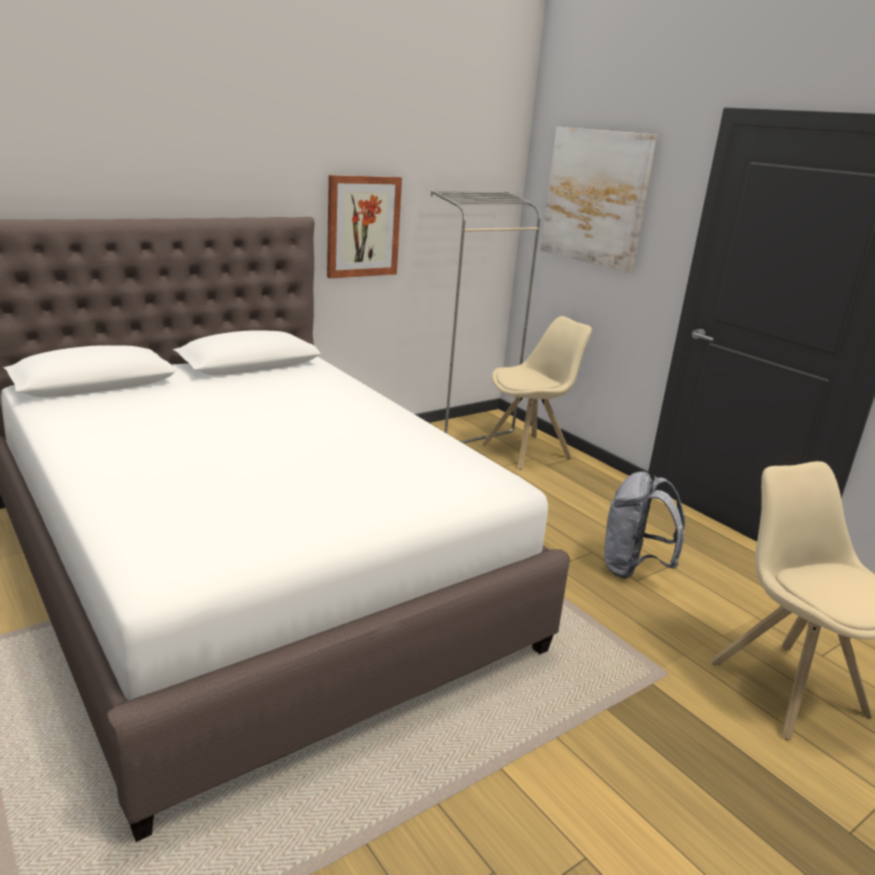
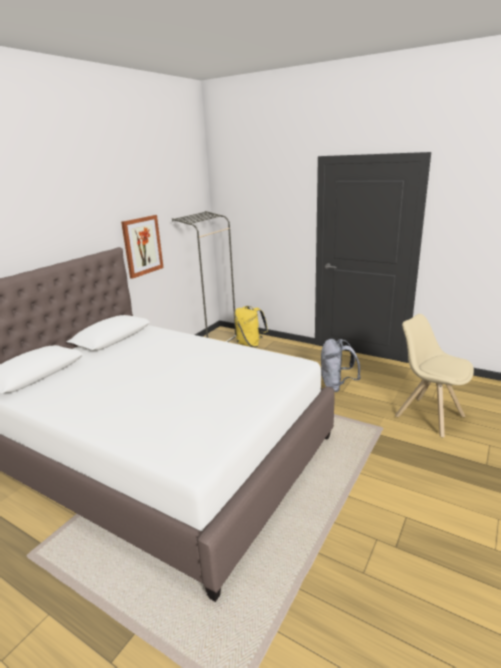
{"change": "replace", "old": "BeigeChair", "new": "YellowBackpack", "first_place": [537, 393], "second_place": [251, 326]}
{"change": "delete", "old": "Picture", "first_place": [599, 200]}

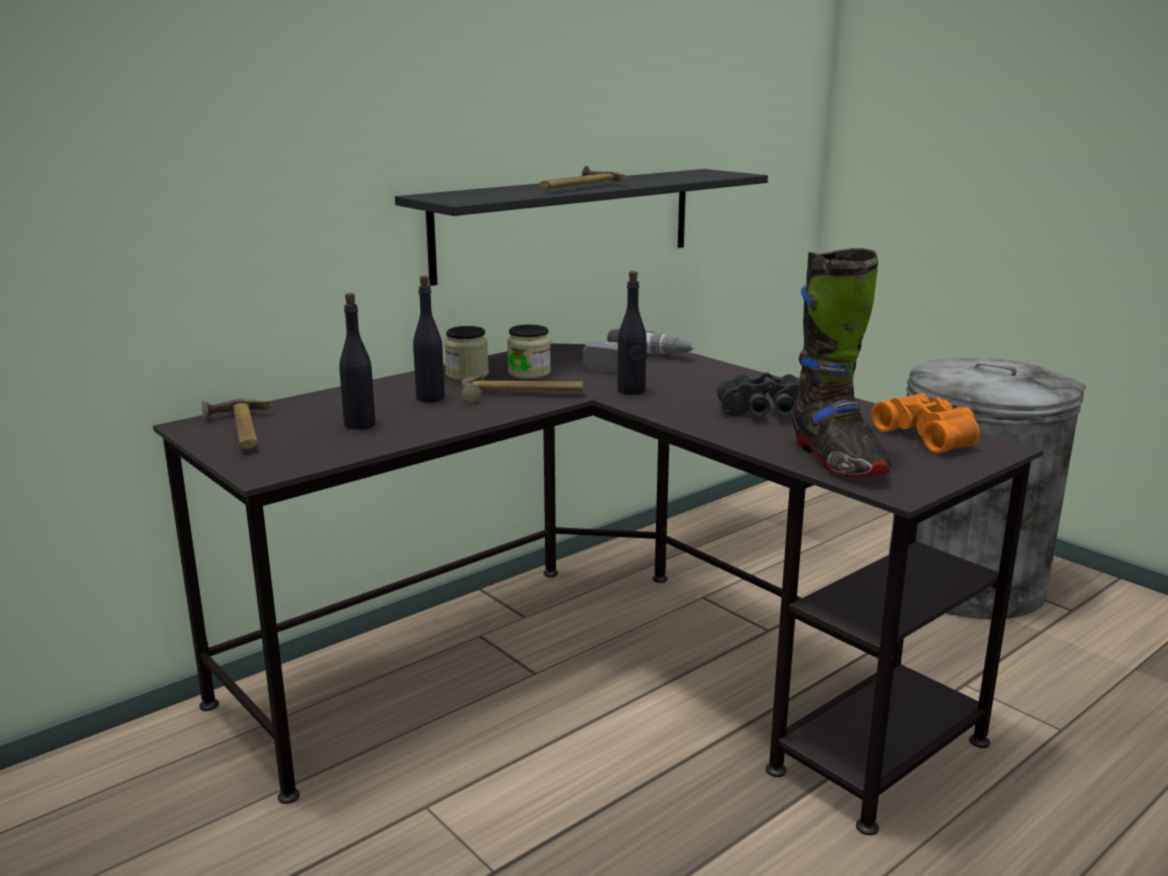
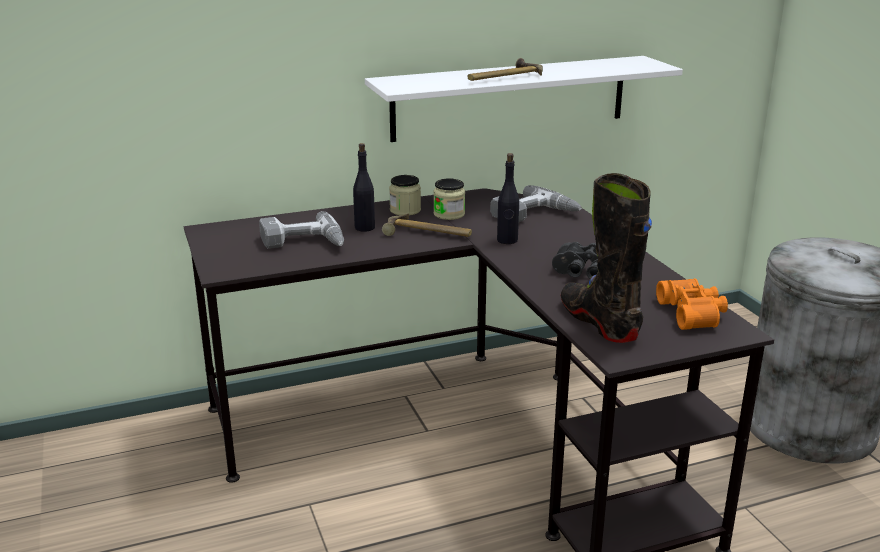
{"change": "delete", "old": "Hammer", "first_place": [236, 423]}
{"change": "replace", "old": "BlackBottle", "new": "PowerDrill", "first_place": [357, 361], "second_place": [301, 230]}
{"change": "recolor", "old": "BlackShelf", "new": "WhiteShelf", "first_place": [581, 227], "second_place": [524, 99]}
{"change": "rotate", "old": "BlackBoot", "first_place": [841, 362], "second_place": [606, 258], "degrees": 150}

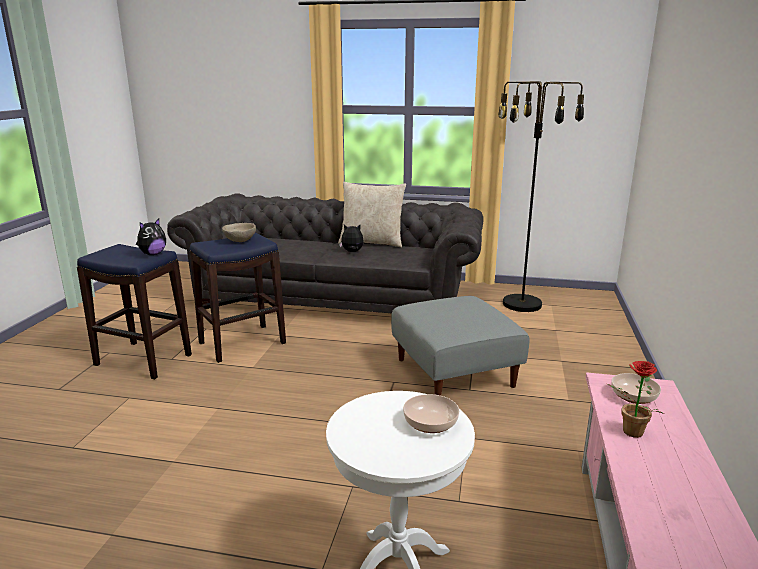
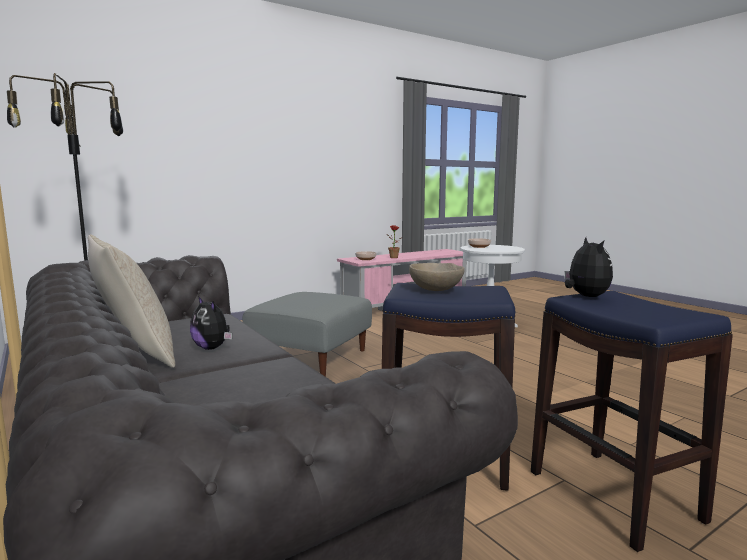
{"change": "rotate", "old": "PlushToy", "first_place": [151, 237], "second_place": [588, 267], "degrees": 90}

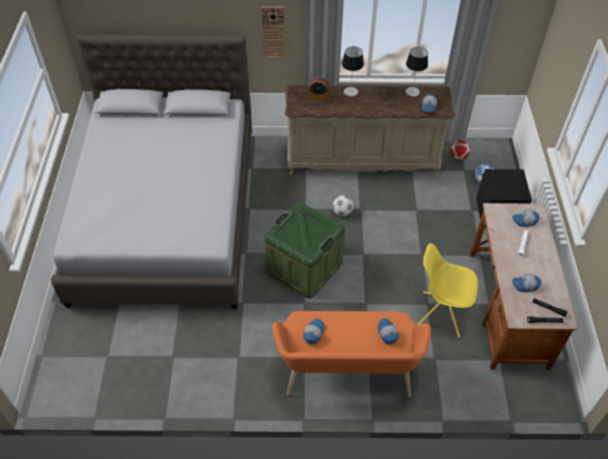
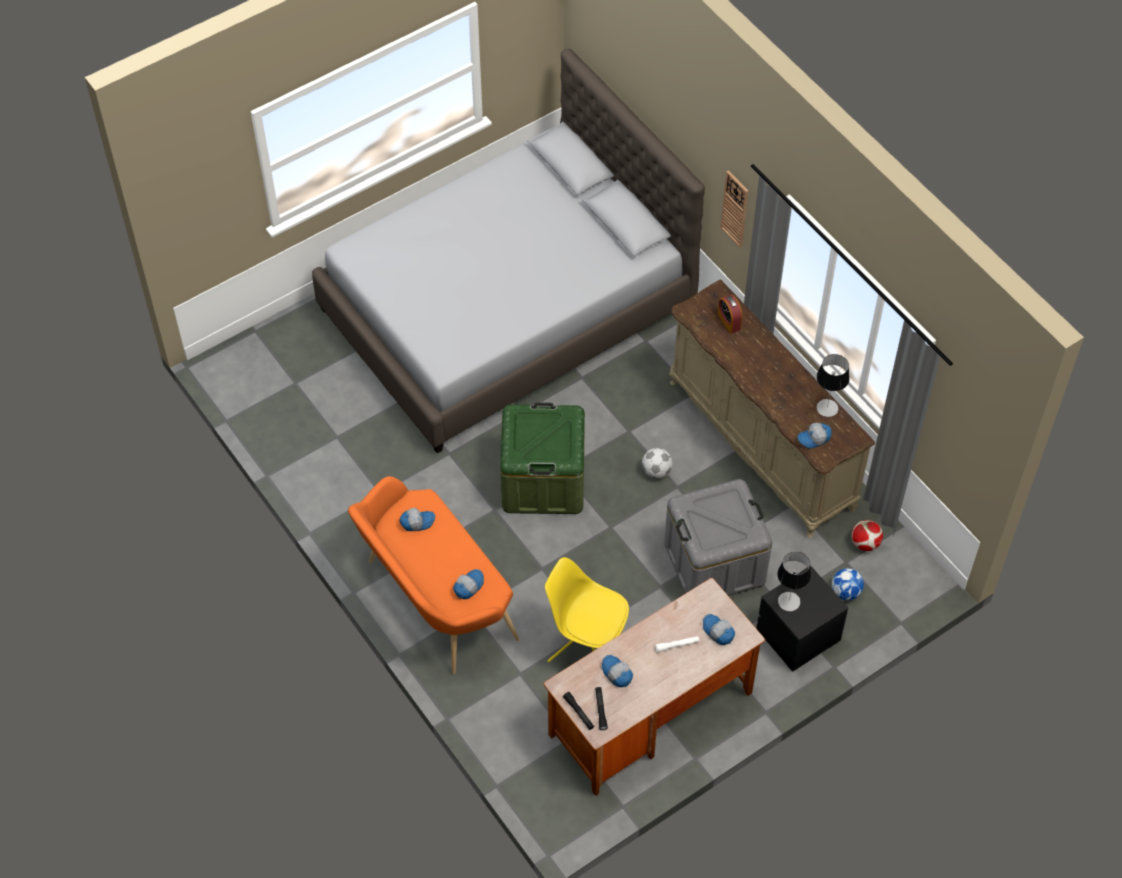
{"change": "move", "old": "TableLamp", "first_place": [353, 71], "second_place": [794, 581]}
{"change": "rotate", "old": "YellowChair", "first_place": [447, 290], "second_place": [587, 609], "degrees": -45}
{"change": "insert", "new": "GreyStorageBox", "second_place": [718, 537]}

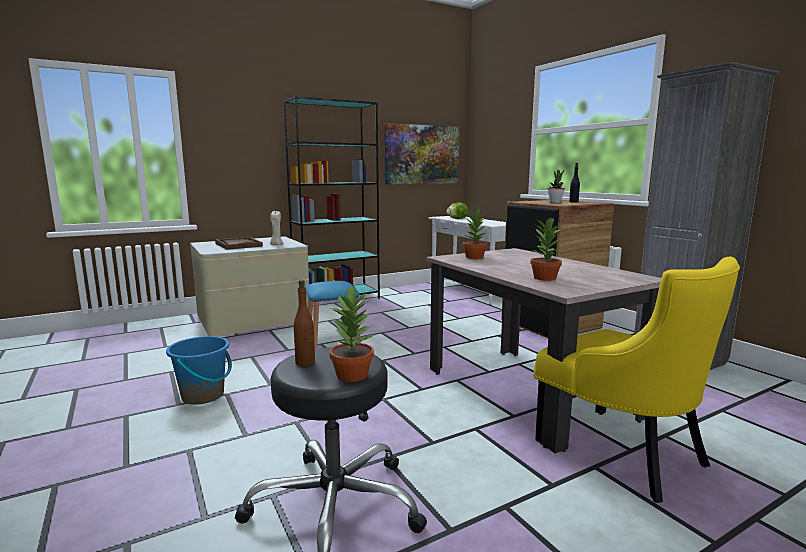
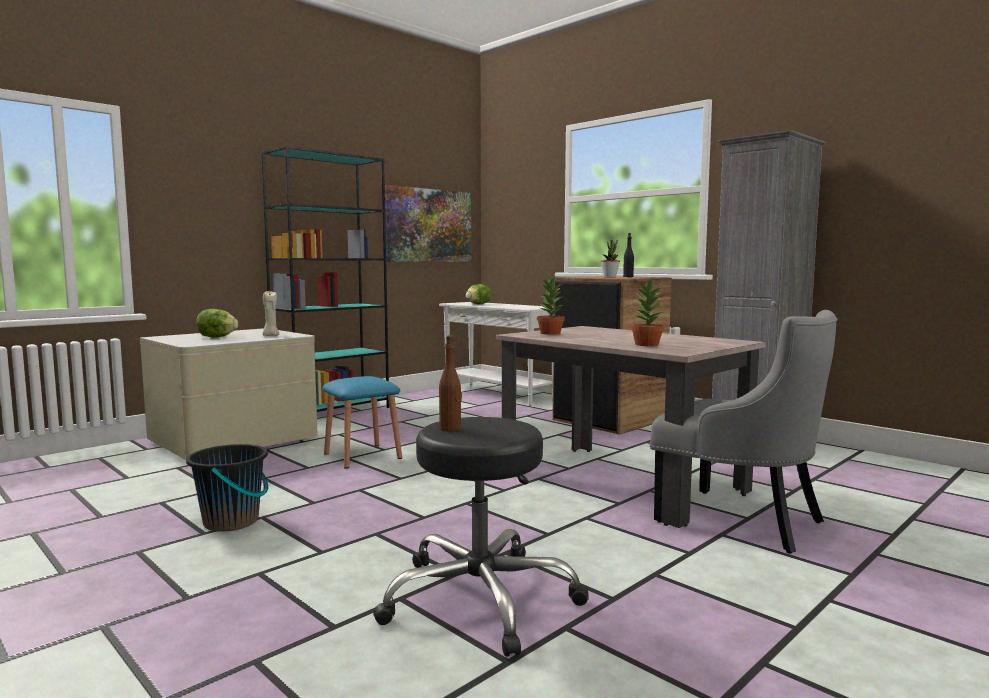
{"change": "recolor", "old": "BlueBucket", "new": "BlackBucket", "first_place": [199, 370], "second_place": [227, 488]}
{"change": "replace", "old": "BrownTray", "new": "Lettuce", "first_place": [239, 243], "second_place": [217, 323]}
{"change": "delete", "old": "PottedPlant", "first_place": [351, 333]}
{"change": "recolor", "old": "YellowChair", "new": "GreyChair", "first_place": [636, 380], "second_place": [743, 432]}

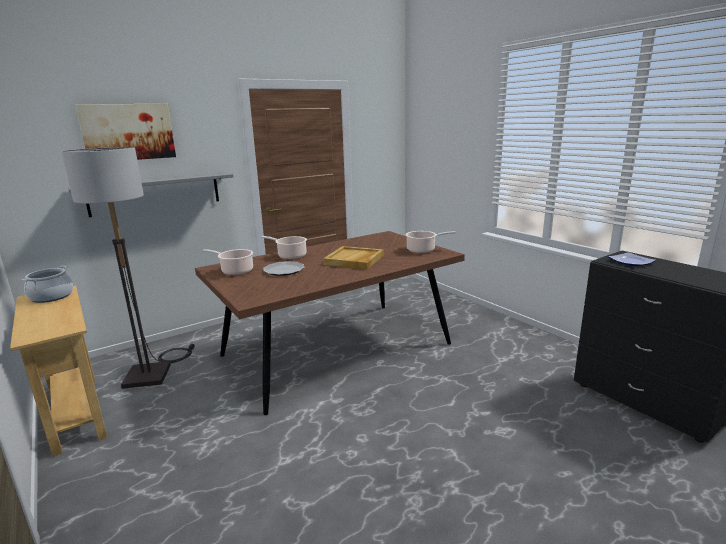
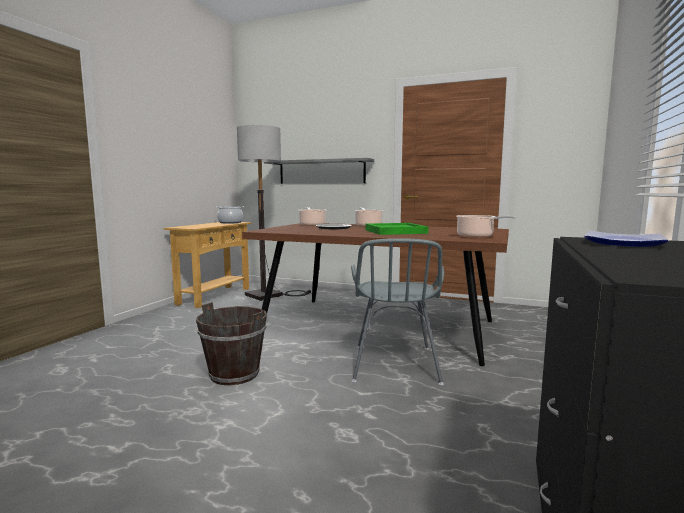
{"change": "delete", "old": "Picture", "first_place": [126, 132]}
{"change": "recolor", "old": "BeigeTray", "new": "GreenTray", "first_place": [353, 257], "second_place": [396, 229]}
{"change": "insert", "new": "BrownBucket", "second_place": [231, 343]}
{"change": "insert", "new": "GreyChair", "second_place": [397, 312]}

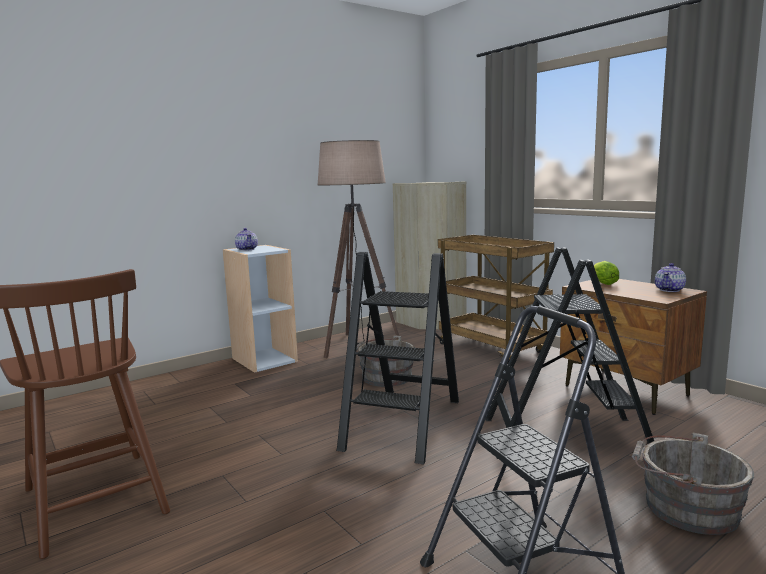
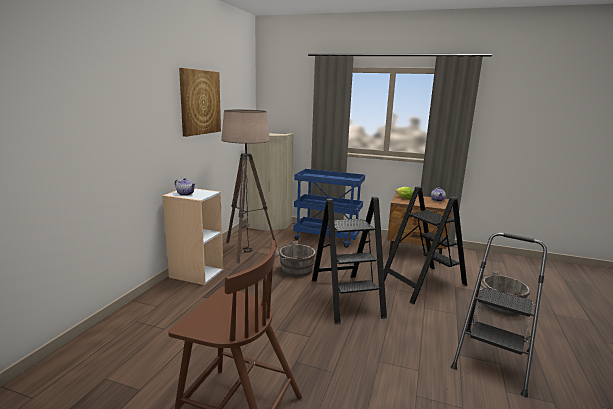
{"change": "recolor", "old": "BrownCart", "new": "BlueCart", "first_place": [496, 299], "second_place": [329, 208]}
{"change": "insert", "new": "Picture", "second_place": [200, 102]}

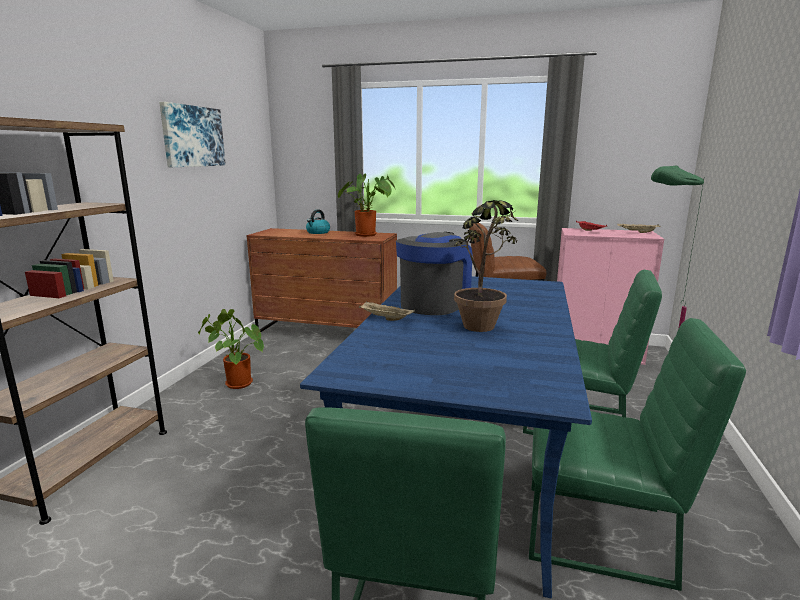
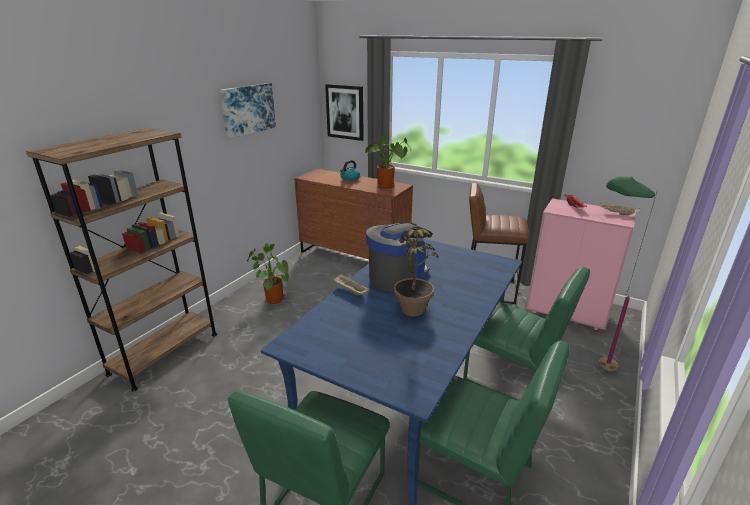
{"change": "insert", "new": "Picture", "second_place": [344, 112]}

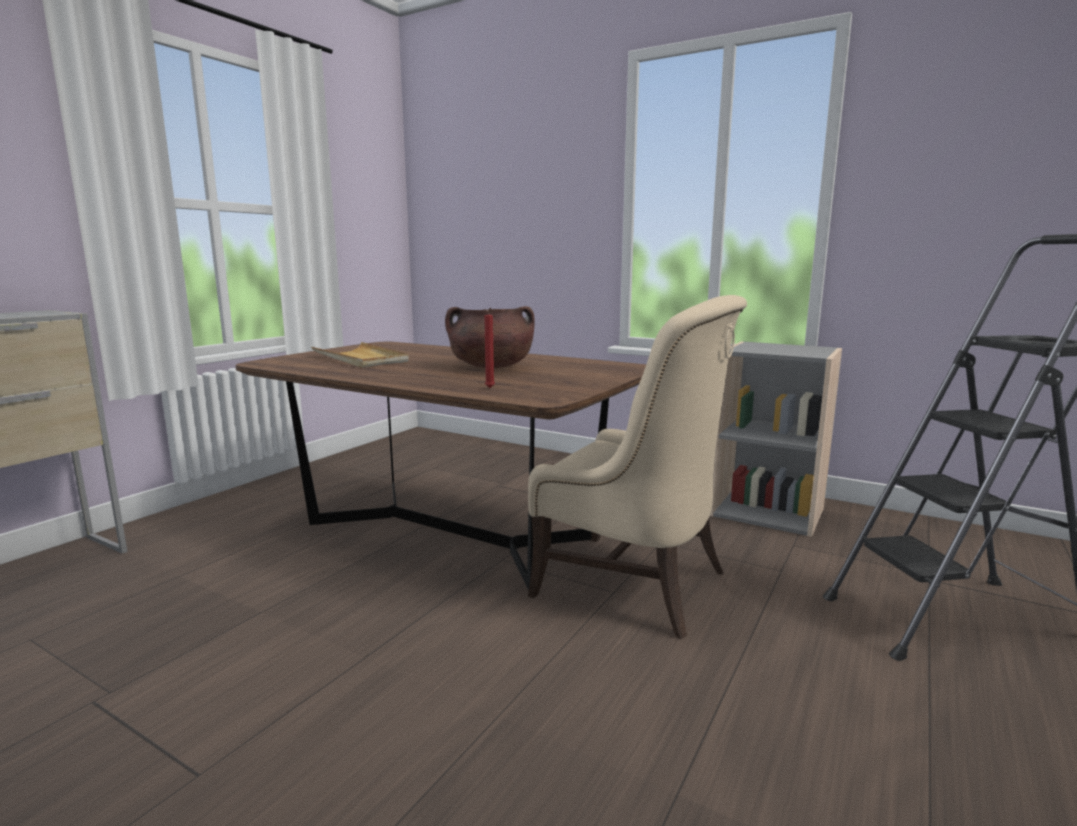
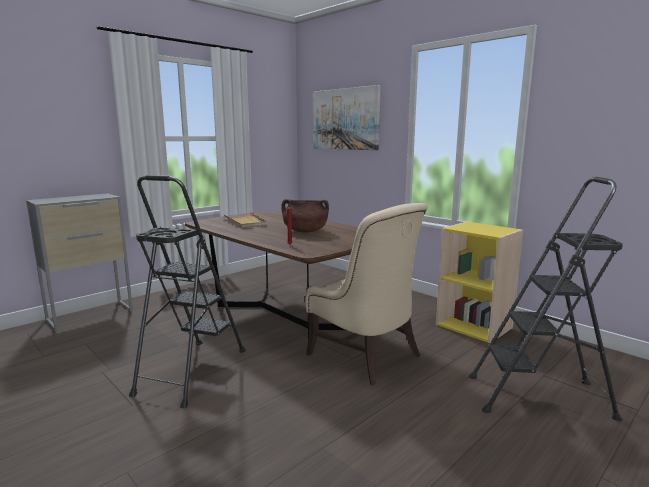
{"change": "recolor", "old": "GreyBookcase", "new": "YellowBookcase", "first_place": [776, 439], "second_place": [480, 282]}
{"change": "insert", "new": "StepLadder", "second_place": [187, 291]}
{"change": "insert", "new": "Picture", "second_place": [347, 117]}

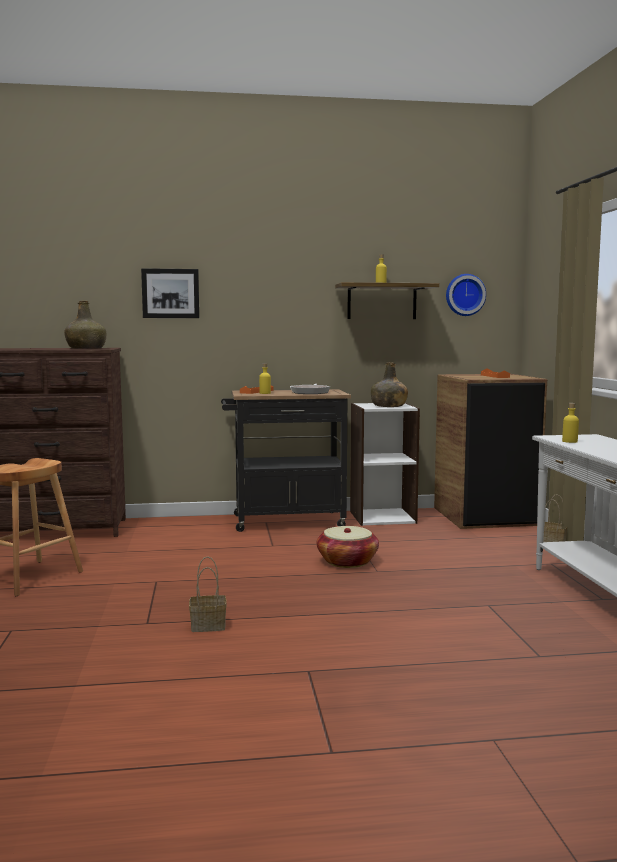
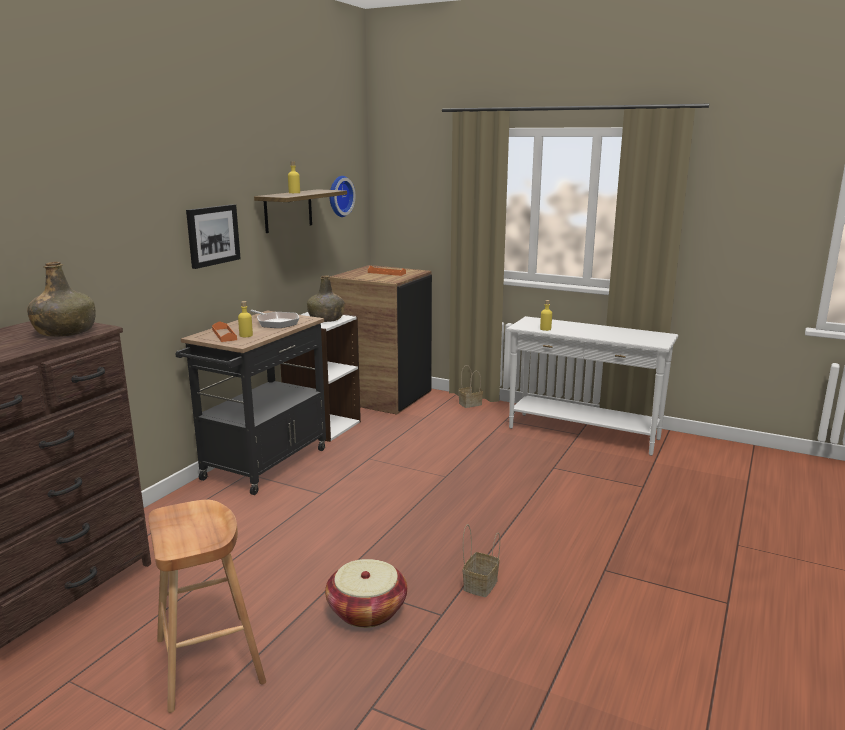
{"change": "move", "old": "Picture", "first_place": [170, 293], "second_place": [213, 236]}
{"change": "move", "old": "Basket", "first_place": [348, 547], "second_place": [366, 593]}

